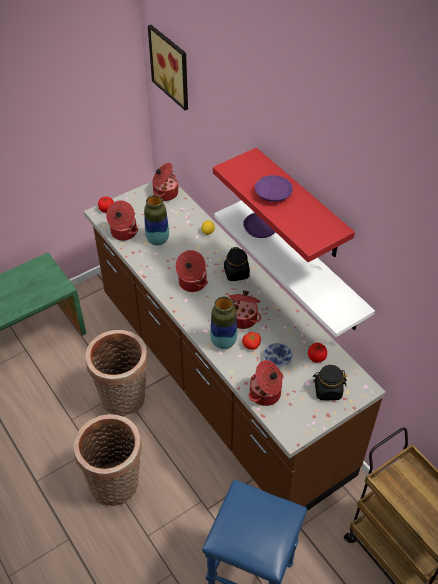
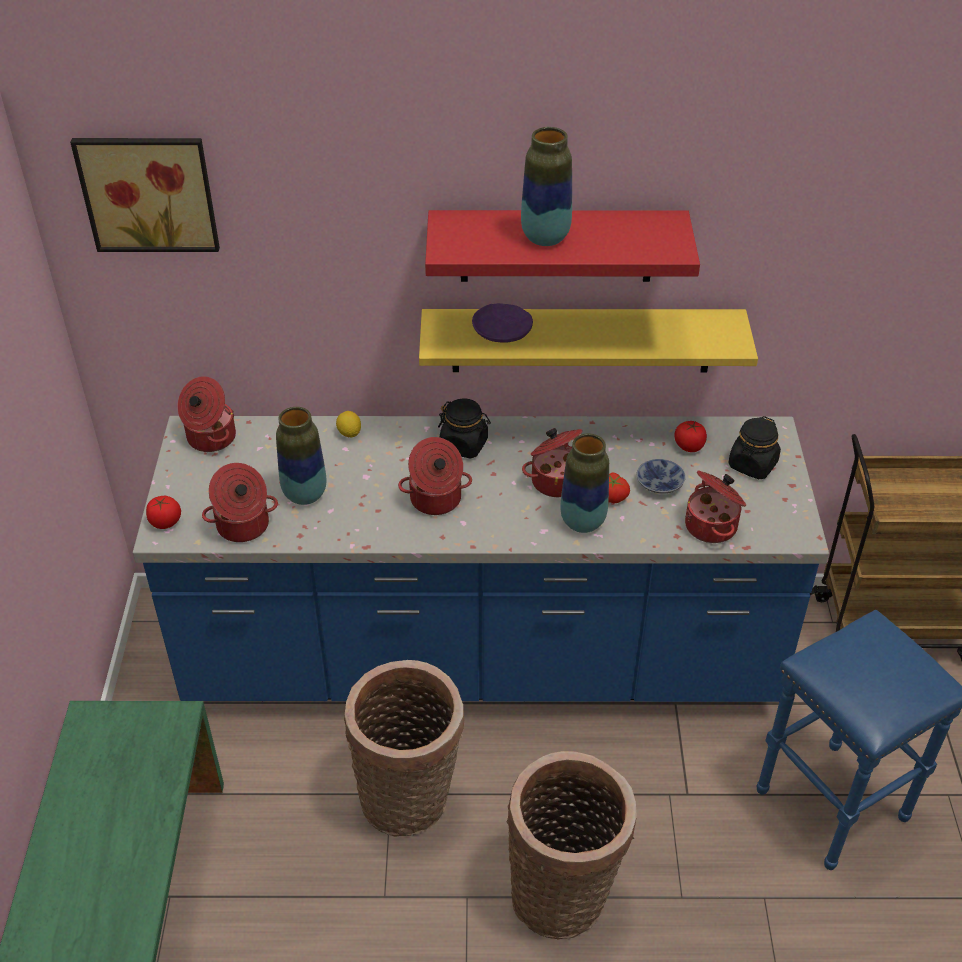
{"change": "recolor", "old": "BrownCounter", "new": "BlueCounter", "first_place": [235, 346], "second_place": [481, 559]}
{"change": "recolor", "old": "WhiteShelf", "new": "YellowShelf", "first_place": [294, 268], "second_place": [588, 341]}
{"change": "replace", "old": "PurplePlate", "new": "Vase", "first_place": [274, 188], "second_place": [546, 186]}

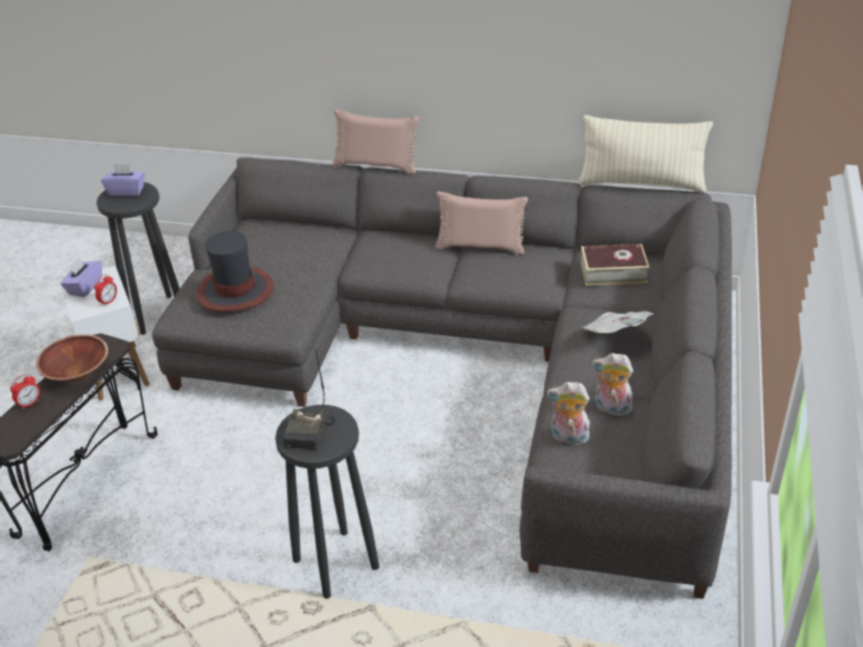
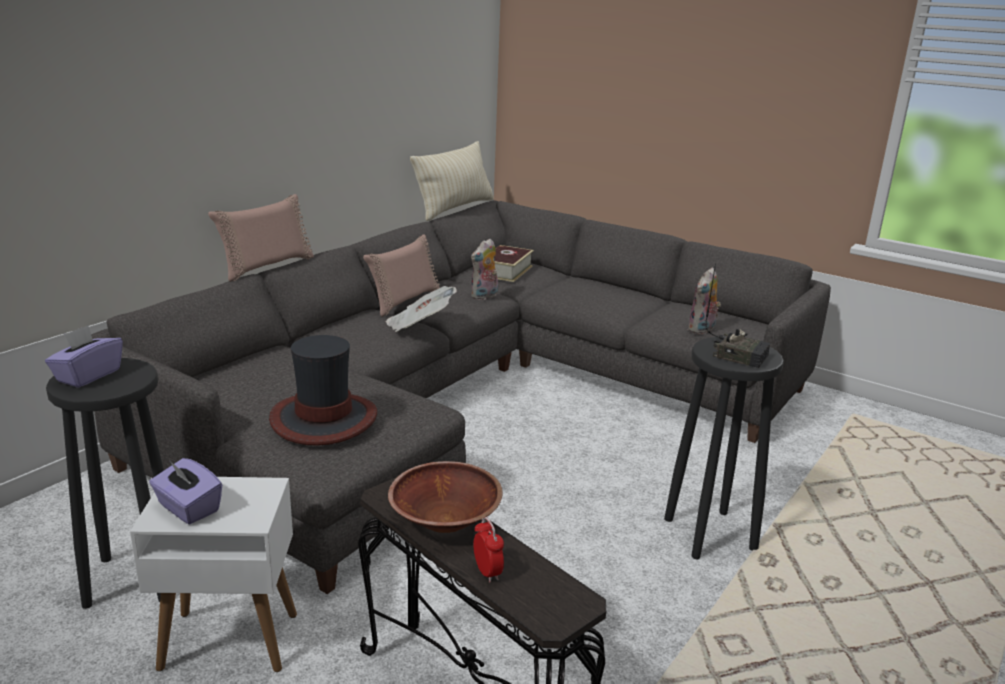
{"change": "delete", "old": "AlarmClock", "first_place": [105, 290]}
{"change": "move", "old": "Newspaper", "first_place": [618, 322], "second_place": [421, 309]}
{"change": "move", "old": "PlushToy", "first_place": [613, 384], "second_place": [484, 269]}

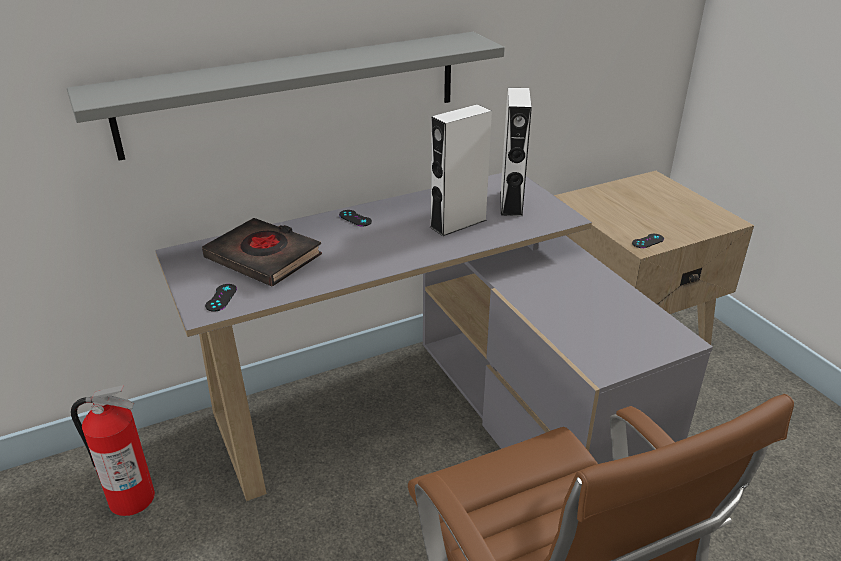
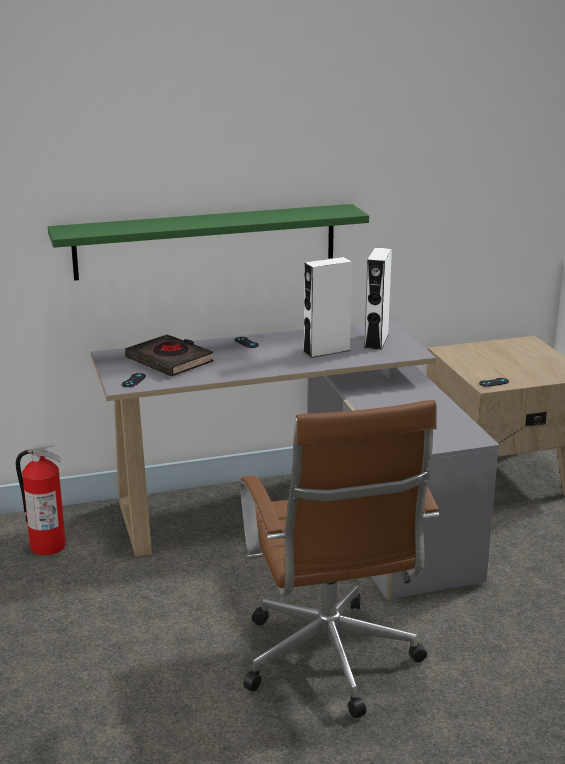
{"change": "recolor", "old": "GreyShelf", "new": "GreenShelf", "first_place": [286, 96], "second_place": [208, 242]}

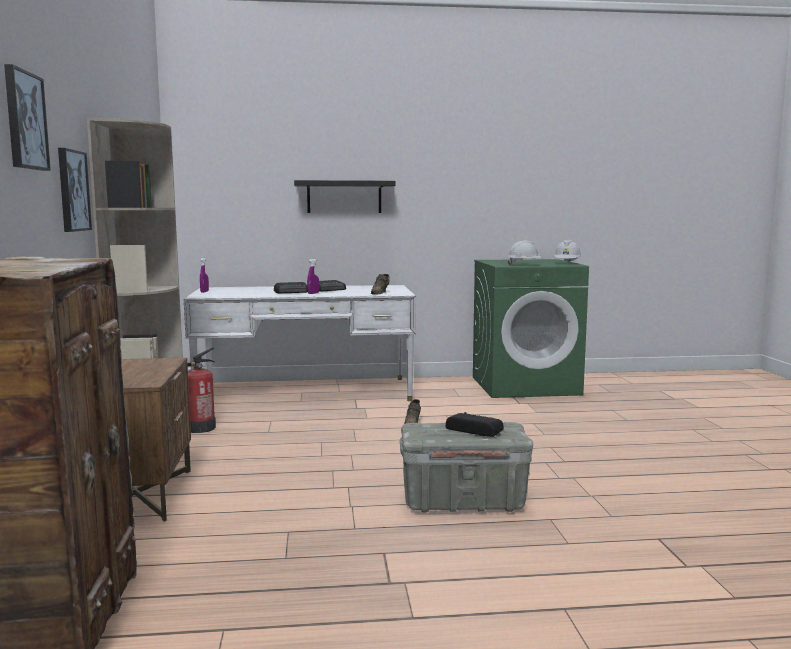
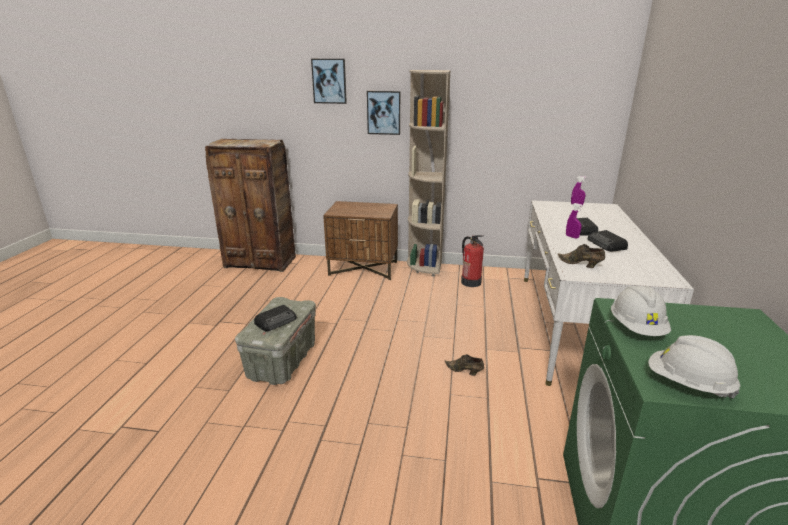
{"change": "delete", "old": "BlackShelf", "first_place": [345, 196]}

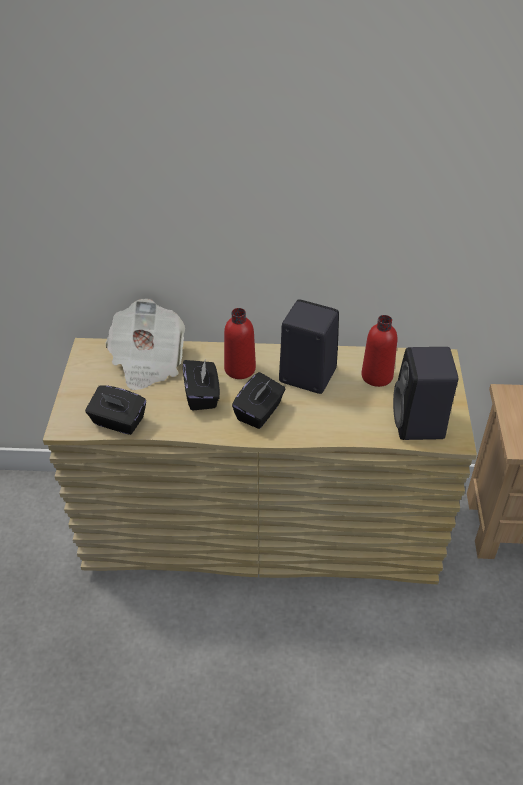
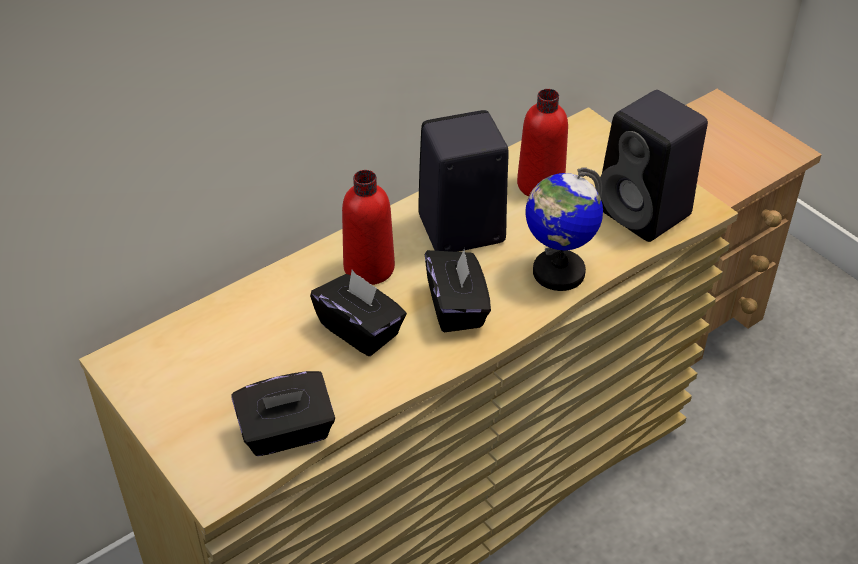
{"change": "delete", "old": "Newspaper", "first_place": [145, 344]}
{"change": "insert", "new": "Globe", "second_place": [564, 229]}

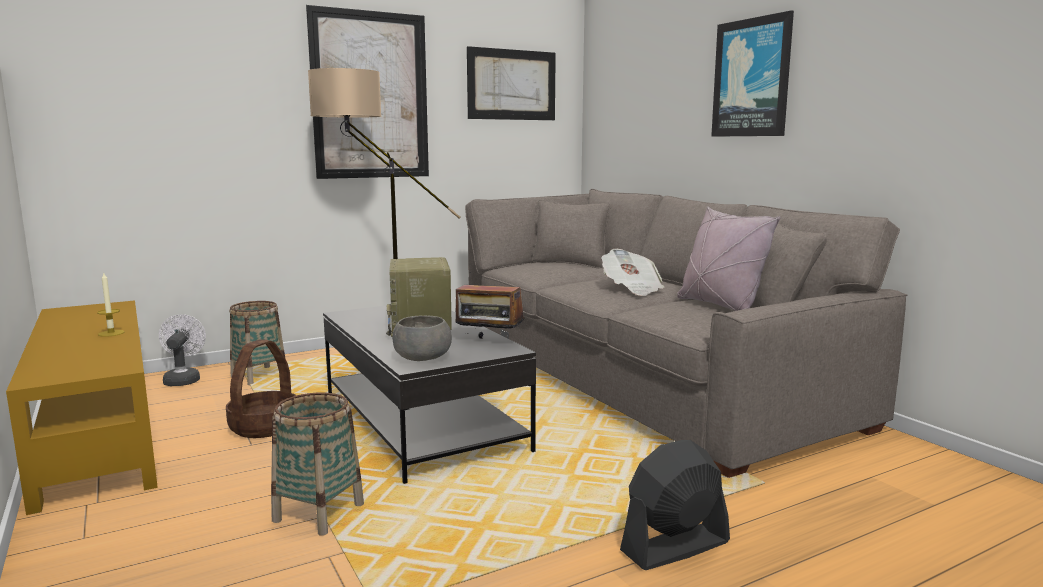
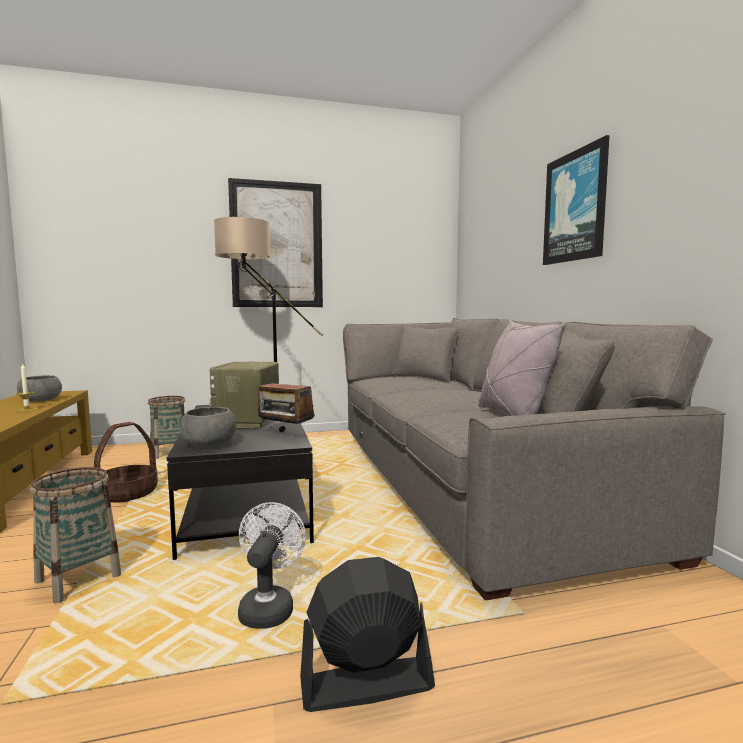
{"change": "move", "old": "WhiteFan", "first_place": [182, 350], "second_place": [272, 565]}
{"change": "delete", "old": "Picture", "first_place": [511, 83]}
{"change": "delete", "old": "Newspaper", "first_place": [632, 272]}
{"change": "insert", "new": "GreyBowl", "second_place": [39, 388]}

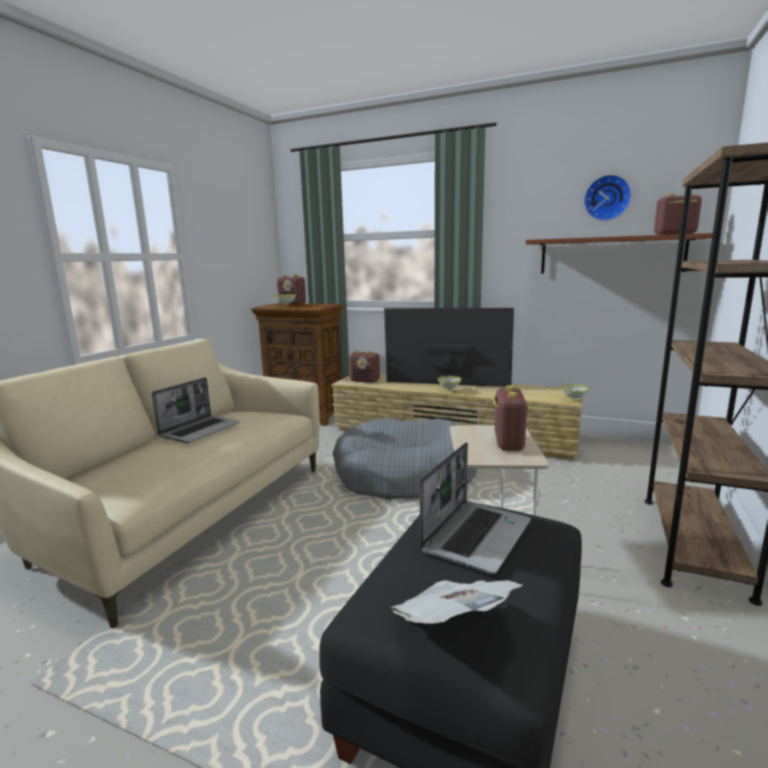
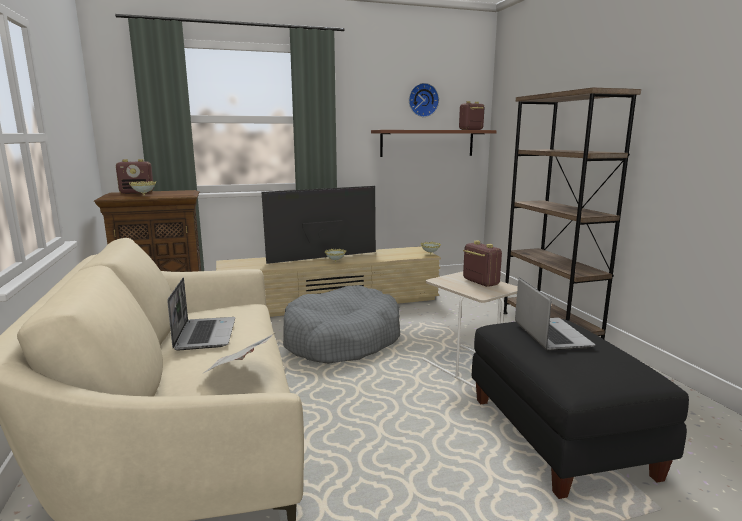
{"change": "delete", "old": "Radio", "first_place": [364, 366]}
{"change": "move", "old": "Newspaper", "first_place": [457, 602], "second_place": [239, 353]}

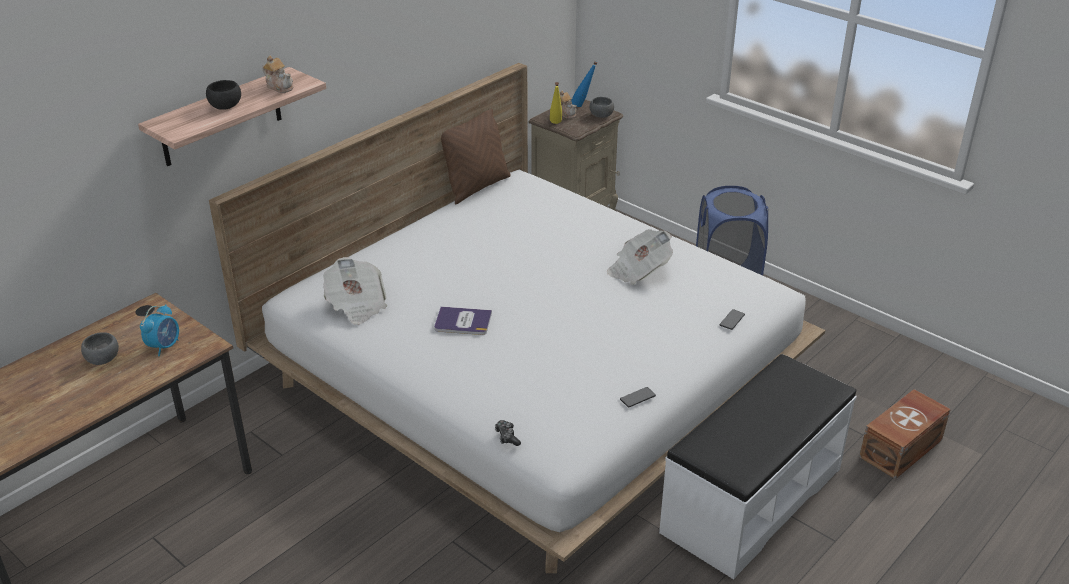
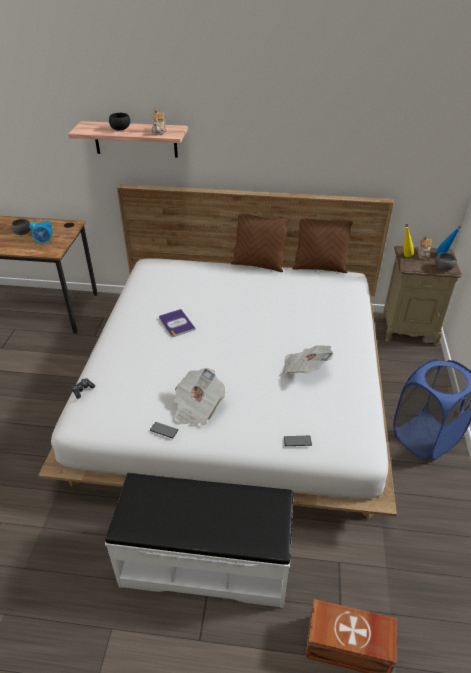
{"change": "move", "old": "Newspaper", "first_place": [355, 291], "second_place": [199, 396]}
{"change": "insert", "new": "BrownPillow", "second_place": [260, 243]}

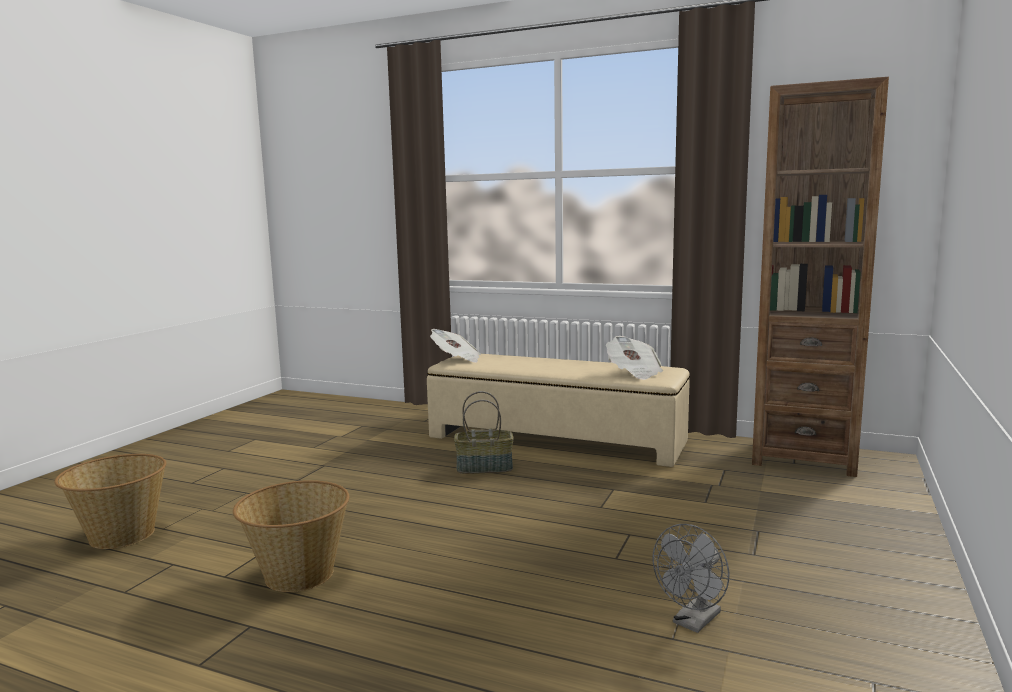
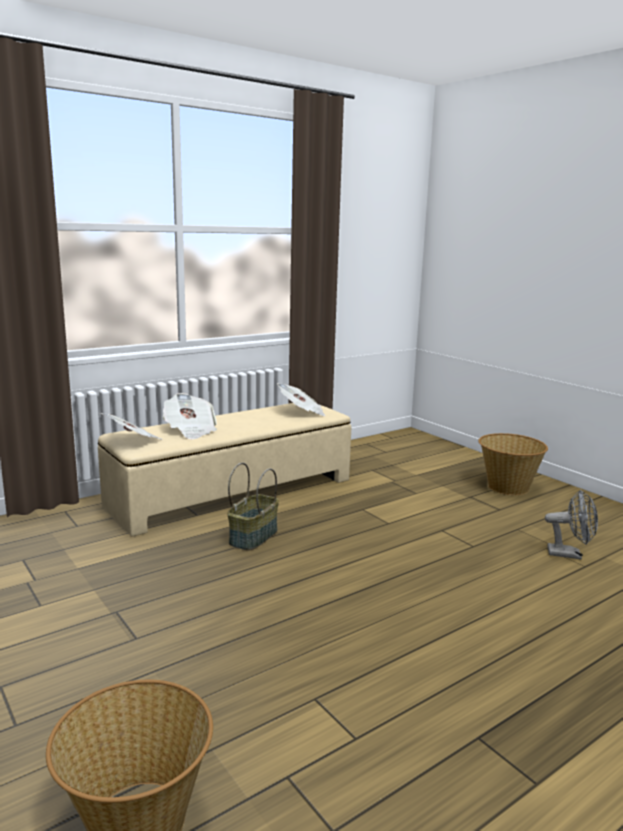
{"change": "move", "old": "Basket", "first_place": [291, 536], "second_place": [513, 464]}
{"change": "rotate", "old": "GreyFan", "first_place": [691, 578], "second_place": [571, 525], "degrees": -60}
{"change": "delete", "old": "BrownBookcase", "first_place": [820, 277]}
{"change": "insert", "new": "Newspaper", "second_place": [190, 416]}

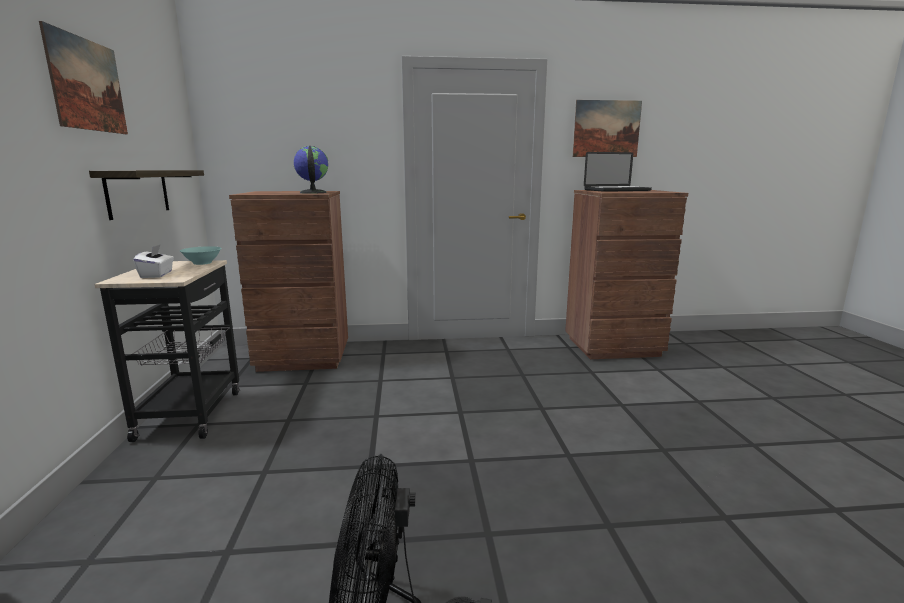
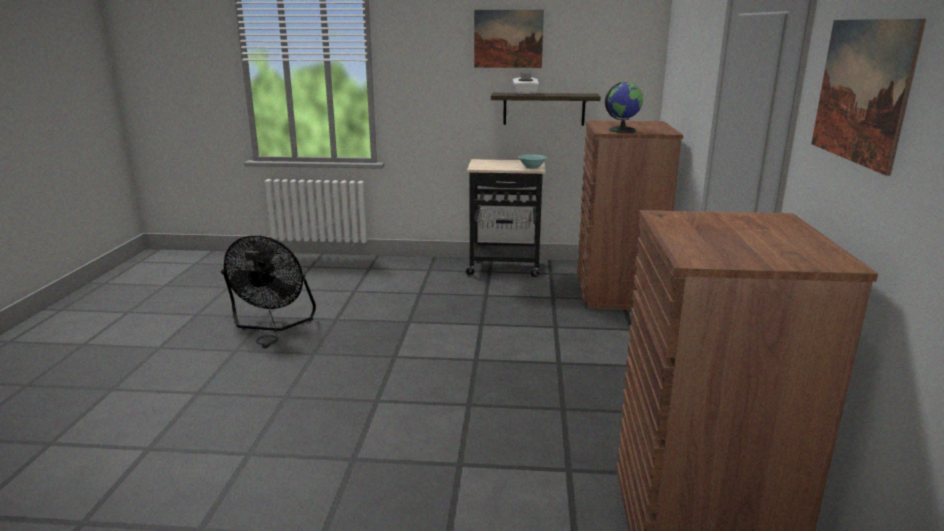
{"change": "move", "old": "WhiteTissueBox", "first_place": [153, 261], "second_place": [525, 83]}
{"change": "delete", "old": "Laptop", "first_place": [618, 172]}

